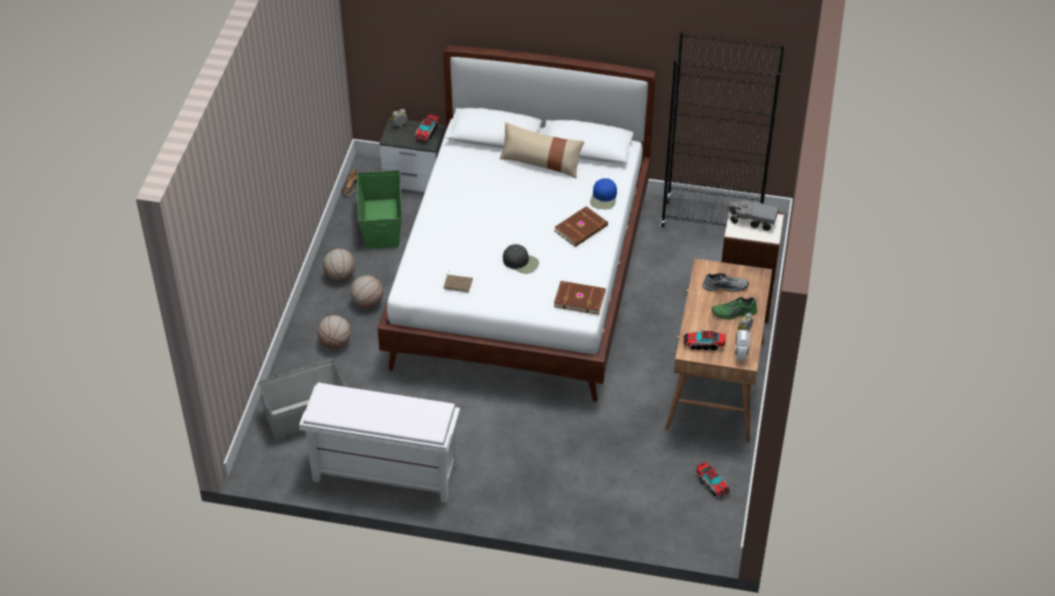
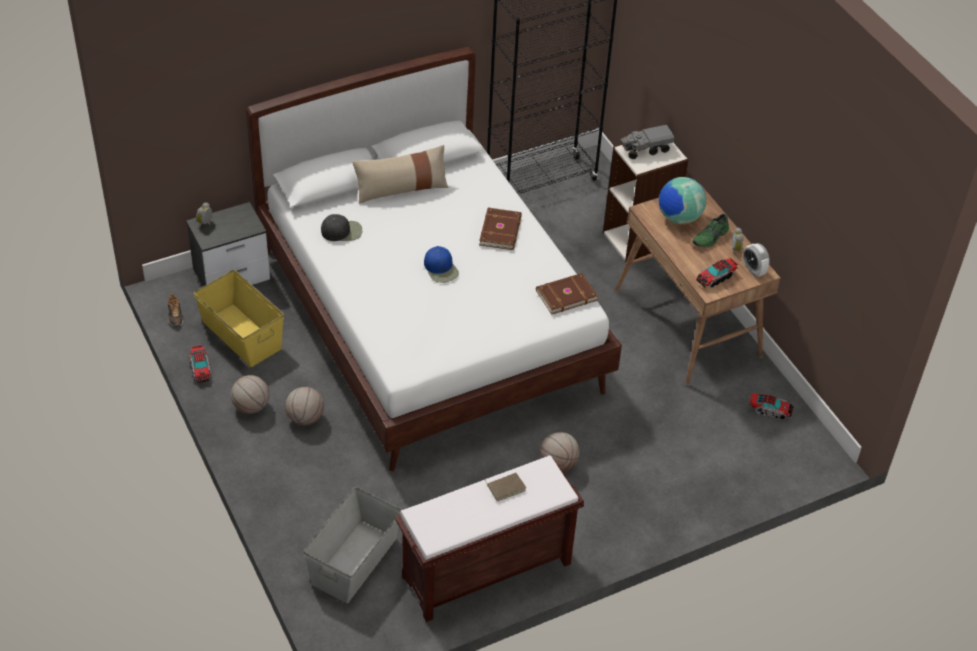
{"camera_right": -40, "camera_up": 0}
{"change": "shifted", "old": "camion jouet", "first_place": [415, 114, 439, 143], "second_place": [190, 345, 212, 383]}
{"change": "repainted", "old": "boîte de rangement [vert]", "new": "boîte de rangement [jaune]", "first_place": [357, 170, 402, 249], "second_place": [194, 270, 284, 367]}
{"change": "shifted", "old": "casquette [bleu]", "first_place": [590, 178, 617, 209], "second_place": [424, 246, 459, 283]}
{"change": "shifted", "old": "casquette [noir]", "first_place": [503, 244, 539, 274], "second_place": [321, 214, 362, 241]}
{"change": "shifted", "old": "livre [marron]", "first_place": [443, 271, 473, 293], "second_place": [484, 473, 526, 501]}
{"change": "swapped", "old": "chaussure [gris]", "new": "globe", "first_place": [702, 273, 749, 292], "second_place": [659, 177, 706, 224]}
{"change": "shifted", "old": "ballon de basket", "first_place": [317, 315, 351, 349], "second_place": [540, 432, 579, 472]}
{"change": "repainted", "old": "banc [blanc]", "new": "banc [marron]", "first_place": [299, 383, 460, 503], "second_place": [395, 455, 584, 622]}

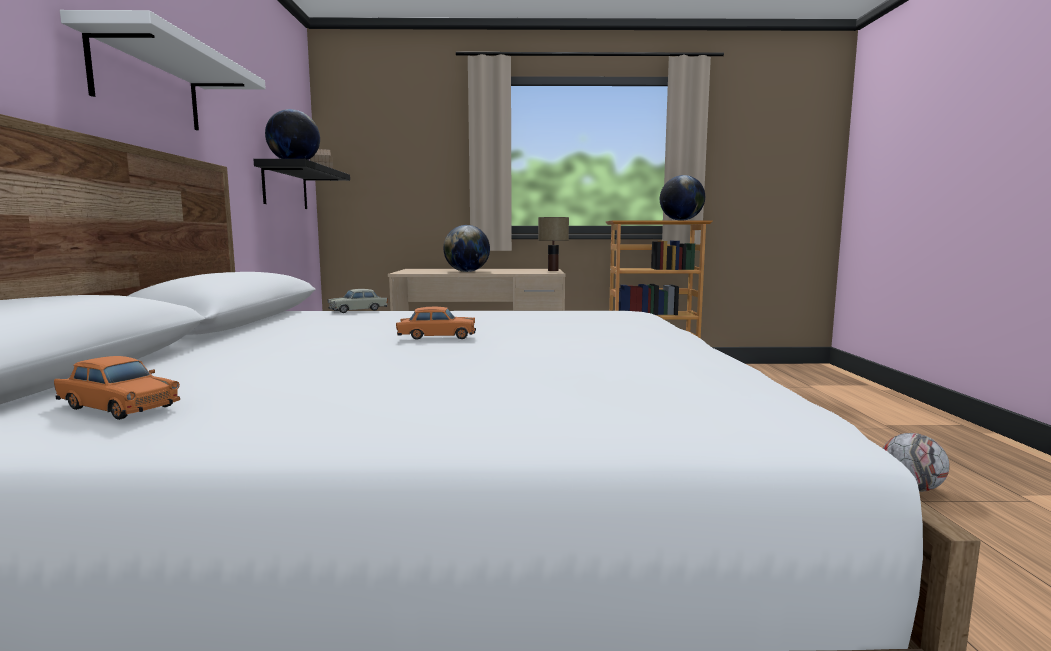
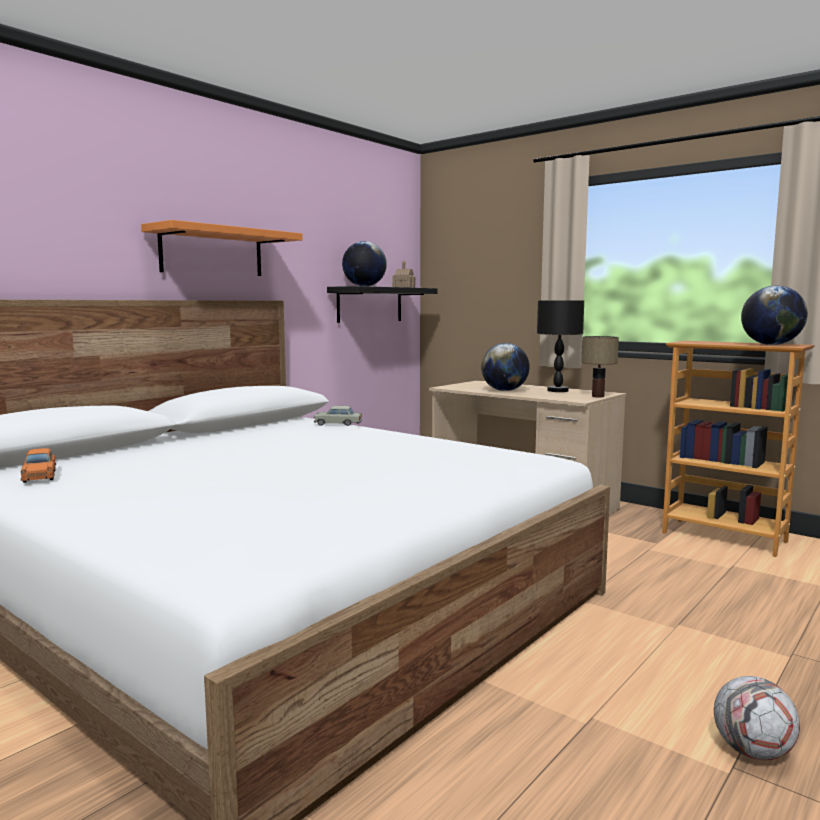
{"camera_right": 40, "camera_up": 0}
{"change": "repainted", "old": "étagère [blanc]", "new": "étagère [orange]", "first_place": [60, 10, 266, 131], "second_place": [141, 220, 303, 276]}
{"change": "gone", "old": "petite voiture [orange]", "first_place": [396, 307, 476, 340]}
{"change": "new", "new": "lampe de table [noir]", "second_place": [537, 300, 584, 392]}

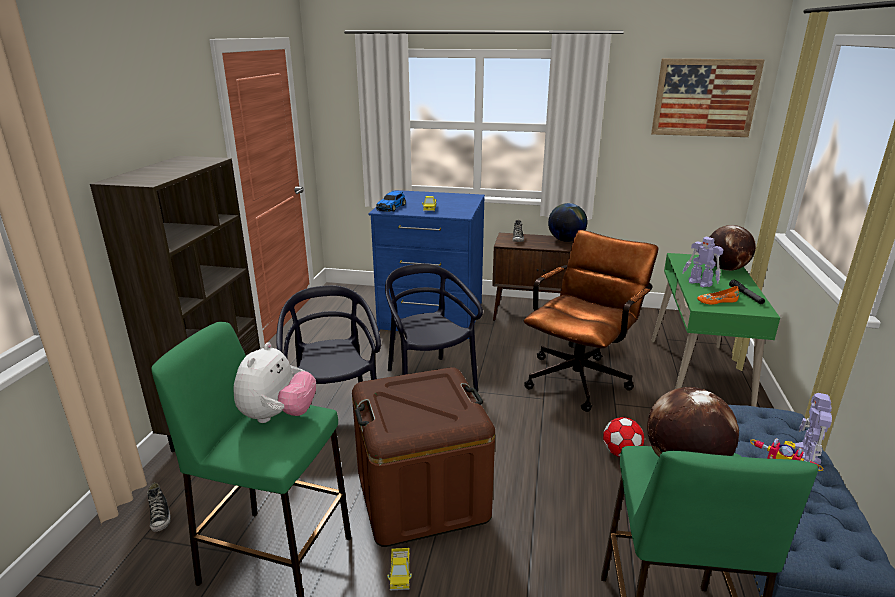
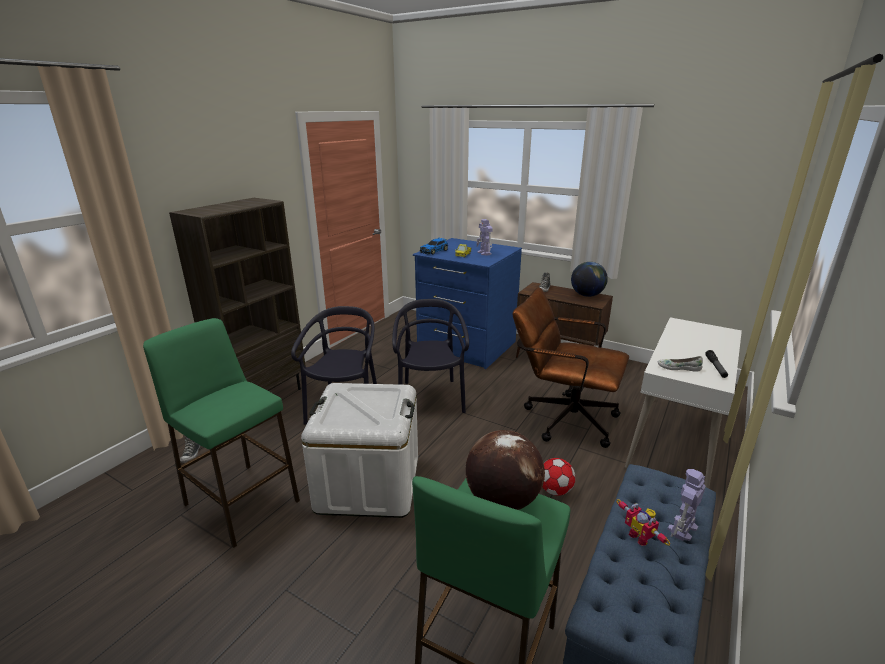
{"camera_right": 20, "camera_up": 0}
{"change": "gone", "old": "tableau", "first_place": [651, 59, 765, 137]}
{"change": "gone", "old": "globe", "first_place": [710, 225, 756, 271]}
{"change": "rotated", "old": "chaise de bureau [marron]", "first_place": [524, 230, 658, 412], "second_place": [512, 287, 629, 448], "degrees": -120}
{"change": "shifted", "old": "robot jouet", "first_place": [682, 237, 723, 287], "second_place": [477, 219, 493, 256]}
{"change": "repainted", "old": "bureau [vert]", "new": "bureau [blanc]", "first_place": [651, 253, 780, 407], "second_place": [625, 317, 742, 489]}
{"change": "repainted", "old": "chaussure [orange]", "new": "chaussure [blanc]", "first_place": [697, 286, 739, 305], "second_place": [658, 356, 703, 372]}
{"change": "gone", "old": "peluche", "first_place": [233, 343, 316, 423]}
{"change": "repainted", "old": "boîte de rangement [marron]", "new": "boîte de rangement [blanc]", "first_place": [352, 367, 495, 547], "second_place": [301, 383, 418, 518]}
{"change": "gone", "old": "camion jouet", "first_place": [387, 548, 412, 590]}

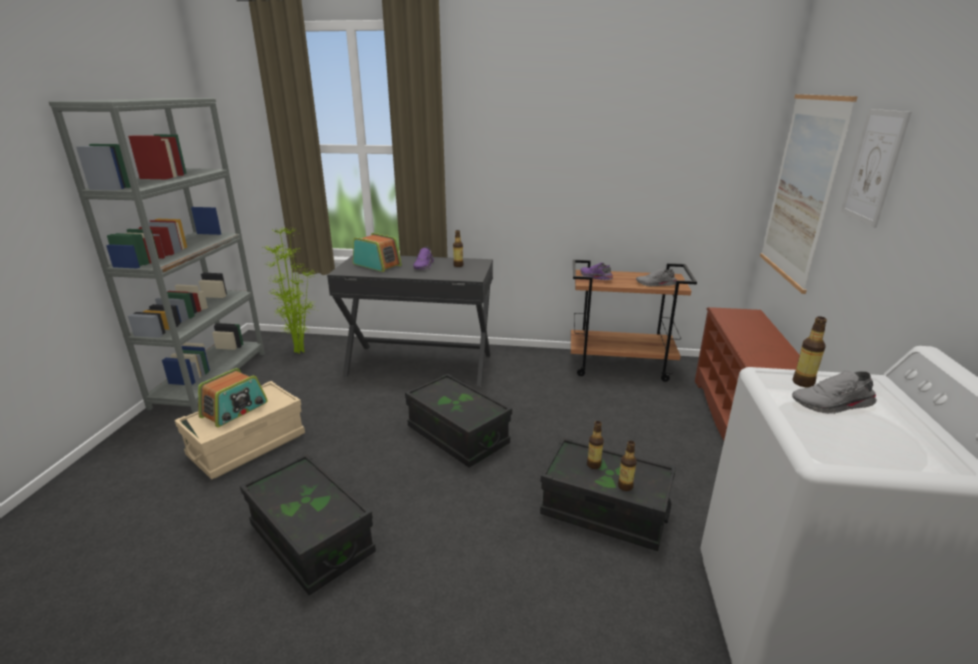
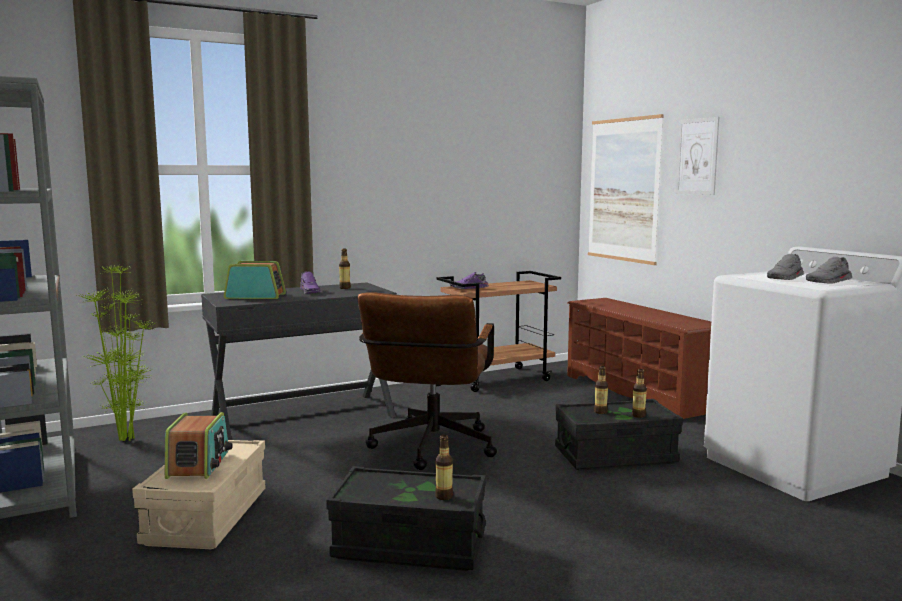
{"camera_right": -35, "camera_up": -15}
{"change": "shifted", "old": "chaussure [gris]", "first_place": [636, 268, 677, 287], "second_place": [806, 257, 852, 284]}
{"change": "shifted", "old": "bouteille", "first_place": [793, 316, 827, 387], "second_place": [435, 435, 453, 500]}
{"change": "swapped", "old": "boîte de rangement [noir]", "new": "chaise de bureau [marron]", "first_place": [405, 374, 512, 467], "second_place": [358, 292, 497, 470]}

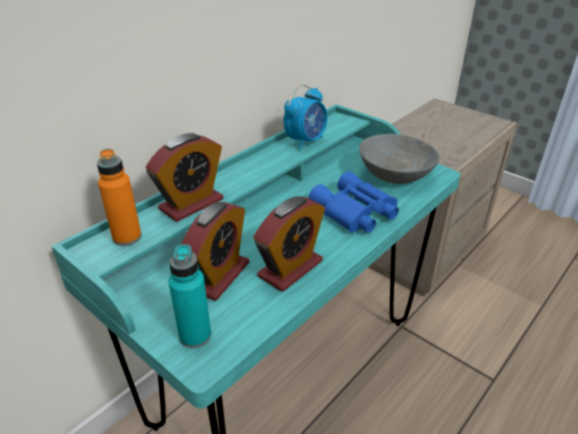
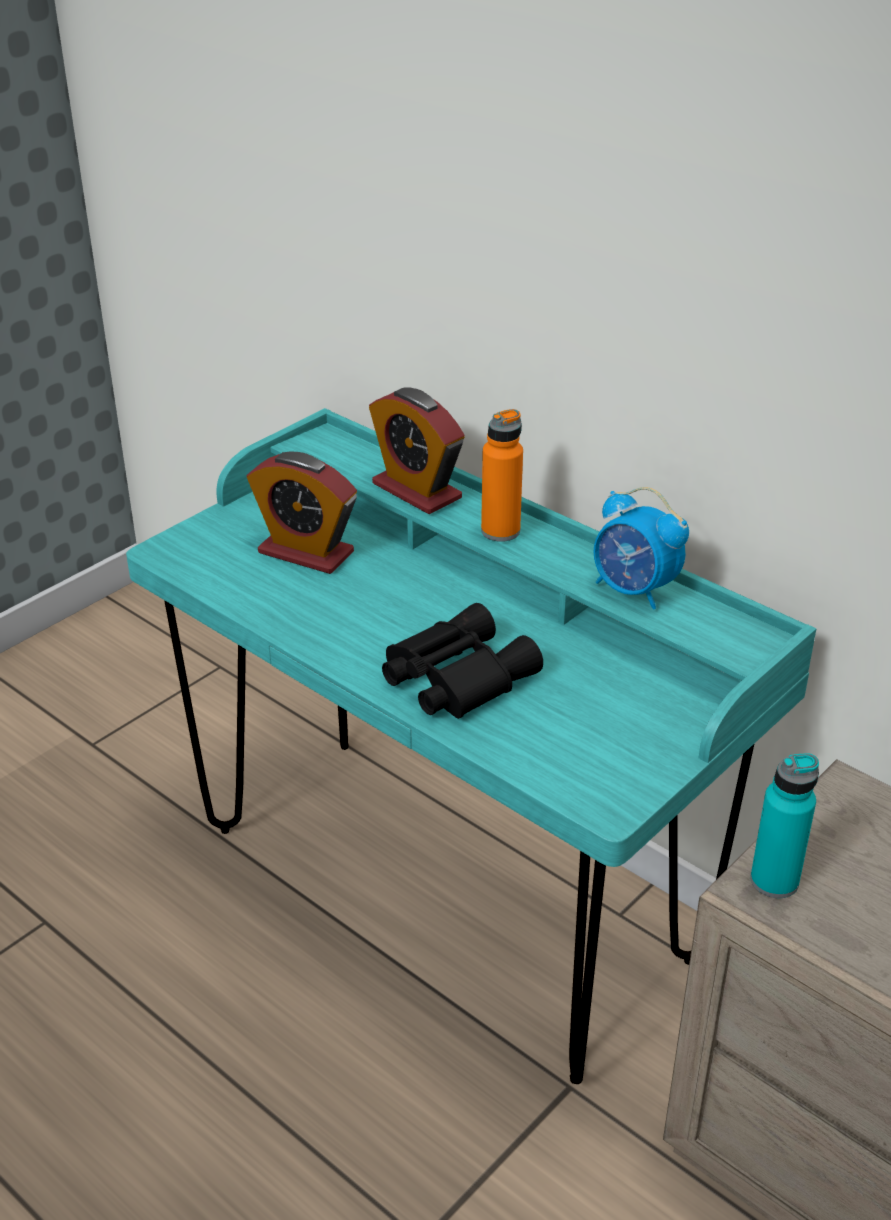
{"camera_right": 90, "camera_up": 0}
{"change": "gone", "old": "bol [gris]", "first_place": [359, 134, 439, 184]}
{"change": "shifted", "old": "bouteille [orange]", "first_place": [97, 149, 142, 246], "second_place": [481, 409, 523, 542]}
{"change": "repainted", "old": "jumelles [bleu]", "new": "jumelles [noir]", "first_place": [308, 171, 399, 233], "second_place": [382, 603, 543, 719]}
{"change": "gone", "old": "réveil", "first_place": [254, 196, 325, 292]}
{"change": "shifted", "old": "bouteille [turquoise]", "first_place": [169, 244, 211, 348], "second_place": [750, 753, 819, 898]}

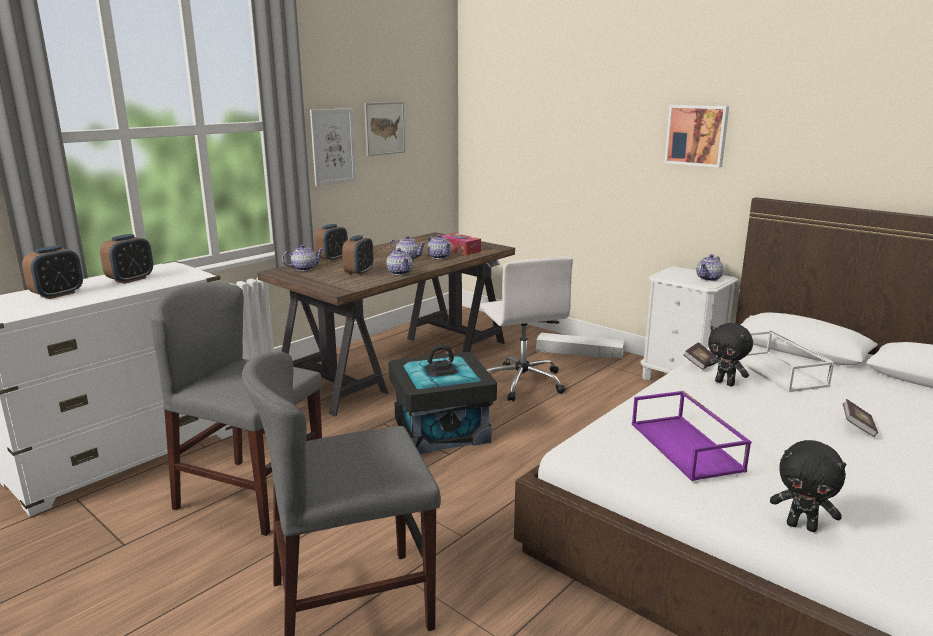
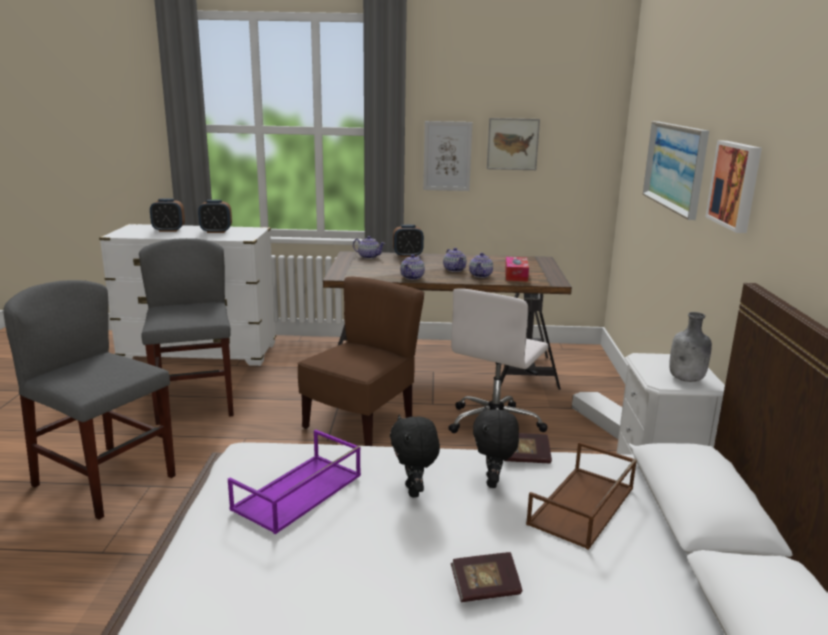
{"camera_right": 50, "camera_up": 0}
{"change": "gone", "old": "réveil", "first_place": [342, 235, 373, 276]}
{"change": "swapped", "old": "théière", "new": "bouteille [gris]", "first_place": [696, 254, 724, 281], "second_place": [669, 312, 712, 382]}
{"change": "repainted", "old": "plateau [blanc]", "new": "plateau [marron]", "first_place": [739, 331, 835, 392], "second_place": [526, 442, 637, 550]}
{"change": "swapped", "old": "boîte de rangement [noir]", "new": "chaise [marron]", "first_place": [388, 345, 497, 454], "second_place": [297, 277, 424, 446]}
{"change": "shifted", "old": "peluche [noir]", "first_place": [770, 440, 846, 532], "second_place": [390, 415, 440, 498]}
{"change": "new", "new": "tableau", "second_place": [643, 121, 709, 220]}

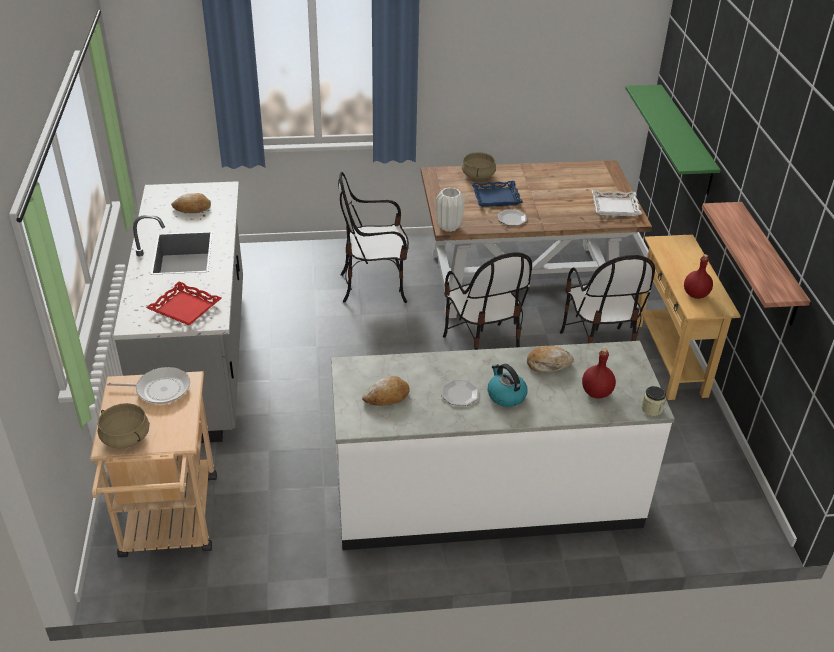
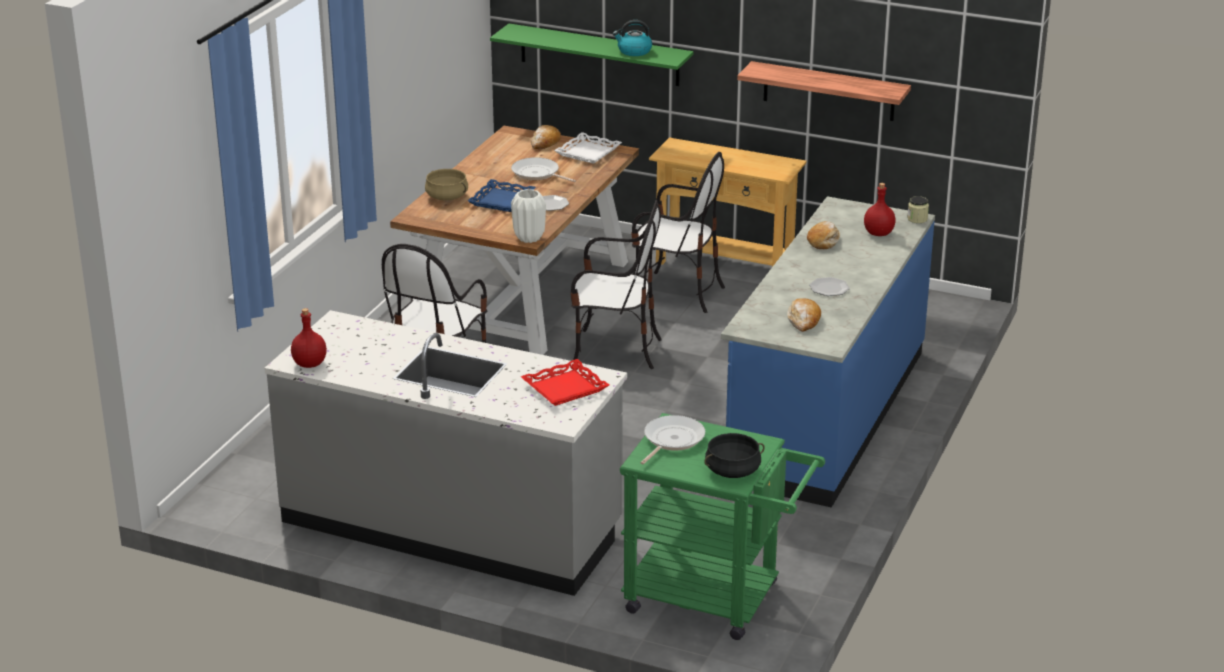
{"camera_right": -60, "camera_up": -10}
{"change": "shifted", "old": "pain", "first_place": [171, 193, 211, 213], "second_place": [530, 125, 561, 149]}
{"change": "shifted", "old": "bouteille [rouge]", "first_place": [684, 254, 713, 299], "second_place": [291, 308, 327, 368]}
{"change": "repainted", "old": "comptoir de cuisine [blanc]", "new": "comptoir de cuisine [bleu]", "first_place": [331, 341, 675, 550], "second_place": [721, 196, 935, 508]}
{"change": "shifted", "old": "bouilloire", "first_place": [488, 364, 528, 407], "second_place": [613, 20, 652, 56]}
{"change": "repainted", "old": "chariot [beige]", "new": "chariot [vert]", "first_place": [90, 371, 217, 557], "second_place": [620, 413, 825, 640]}
{"change": "repainted", "old": "marmite [beige]", "new": "marmite [noir]", "first_place": [98, 403, 150, 449], "second_place": [704, 433, 765, 478]}
{"change": "new", "new": "poêle", "second_place": [511, 157, 576, 182]}

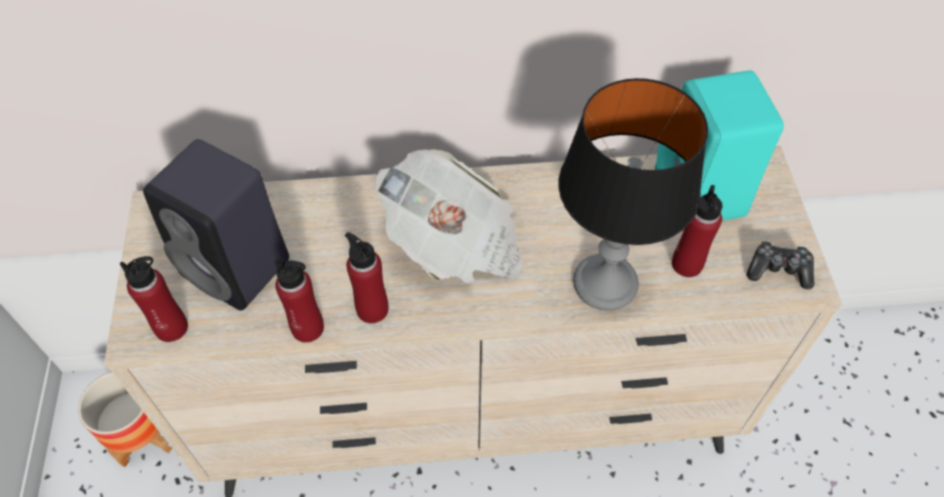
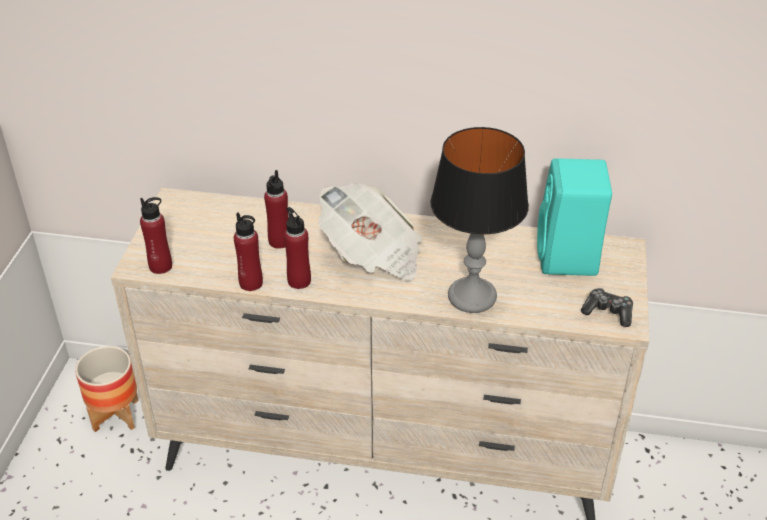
{"camera_right": 15, "camera_up": -15}
{"change": "gone", "old": "enceinte [noir]", "first_place": [143, 139, 289, 311]}
{"change": "shifted", "old": "bouteille [rouge]", "first_place": [672, 185, 722, 277], "second_place": [264, 170, 289, 249]}

